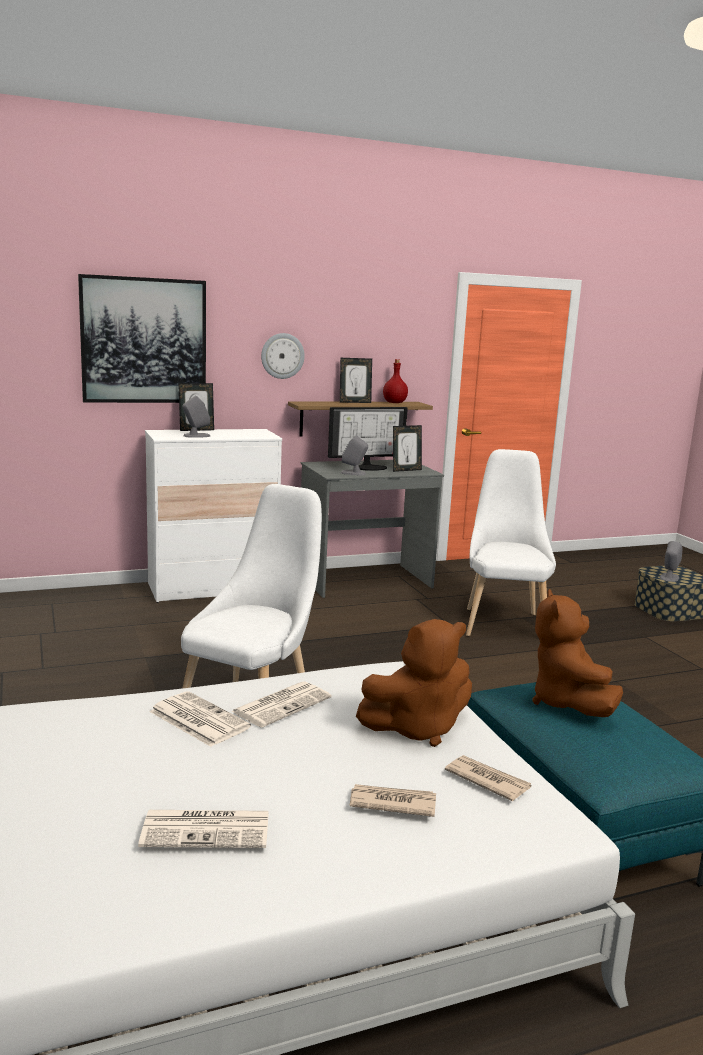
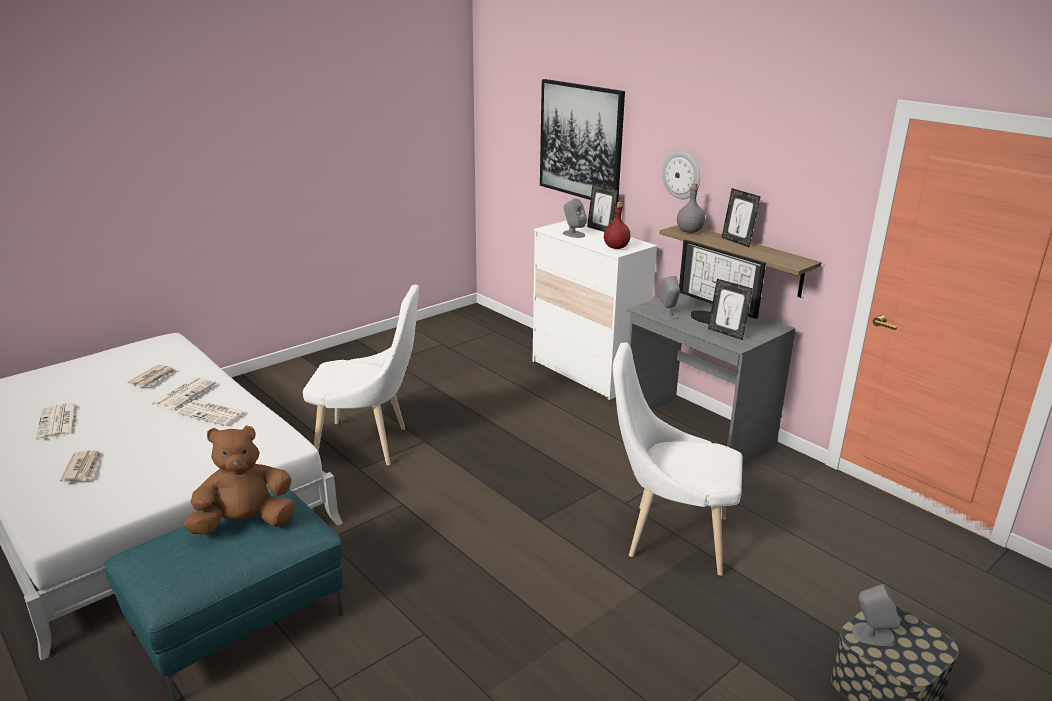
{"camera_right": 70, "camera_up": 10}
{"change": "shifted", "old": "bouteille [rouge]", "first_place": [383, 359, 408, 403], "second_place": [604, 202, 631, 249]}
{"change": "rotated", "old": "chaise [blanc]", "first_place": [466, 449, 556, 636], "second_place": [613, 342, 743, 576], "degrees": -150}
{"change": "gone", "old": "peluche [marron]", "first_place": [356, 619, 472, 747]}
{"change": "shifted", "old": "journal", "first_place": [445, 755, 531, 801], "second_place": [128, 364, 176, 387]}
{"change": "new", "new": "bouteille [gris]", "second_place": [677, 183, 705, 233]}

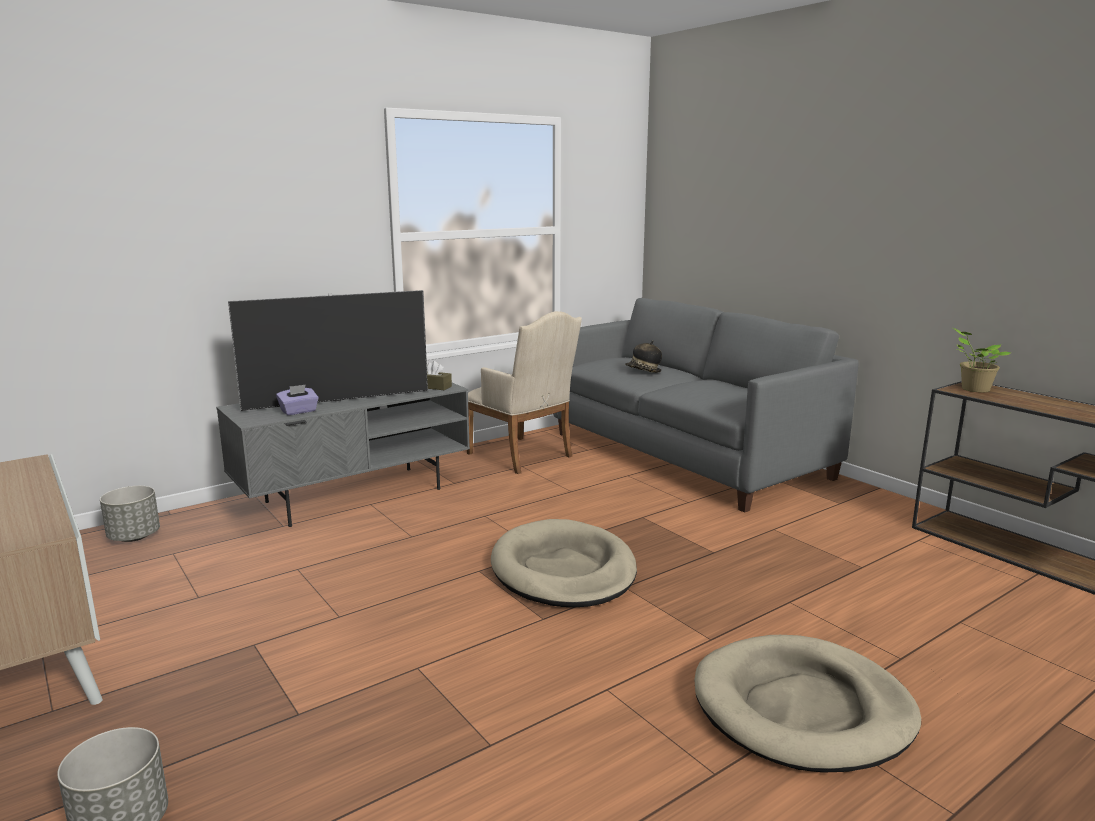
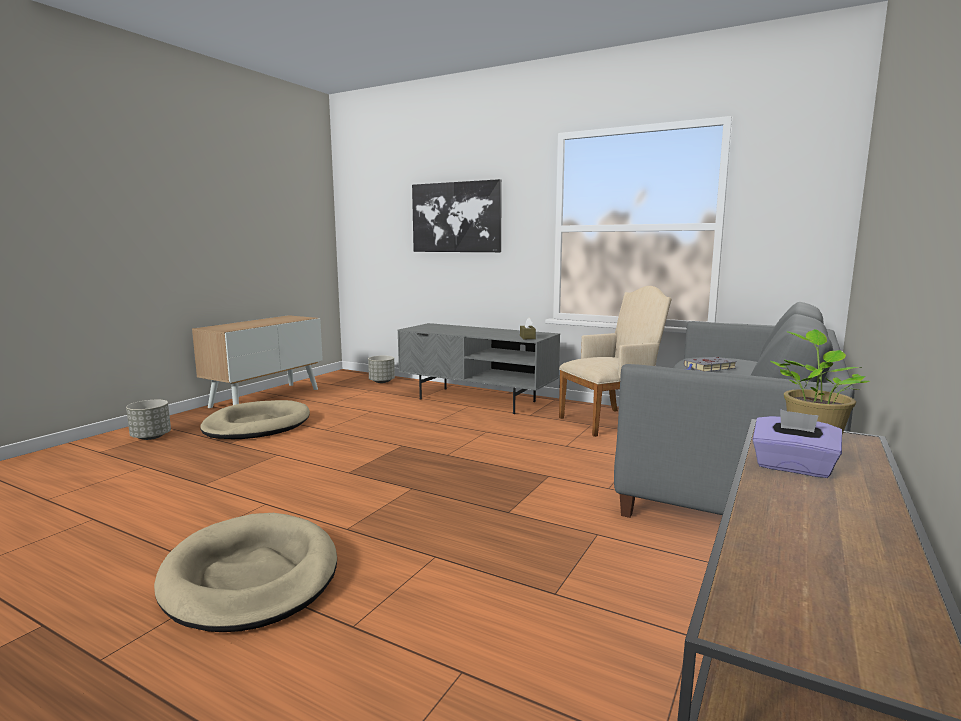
{"camera_right": 65, "camera_up": -5}
{"change": "gone", "old": "téléviseur", "first_place": [228, 290, 428, 411]}
{"change": "rotated", "old": "fauteuil [beige]", "first_place": [467, 311, 582, 474], "second_place": [559, 286, 672, 437], "degrees": -135}
{"change": "swapped", "old": "chapeau", "new": "livre [gris]", "first_place": [625, 340, 662, 373], "second_place": [683, 357, 737, 372]}
{"change": "shifted", "old": "boîte à mouchoirs [violet]", "first_place": [276, 384, 319, 415], "second_place": [752, 409, 842, 478]}
{"change": "shifted", "old": "panier pour chien [beige]", "first_place": [491, 519, 637, 607], "second_place": [200, 400, 310, 439]}
{"change": "new", "new": "tableau", "second_place": [412, 179, 502, 252]}

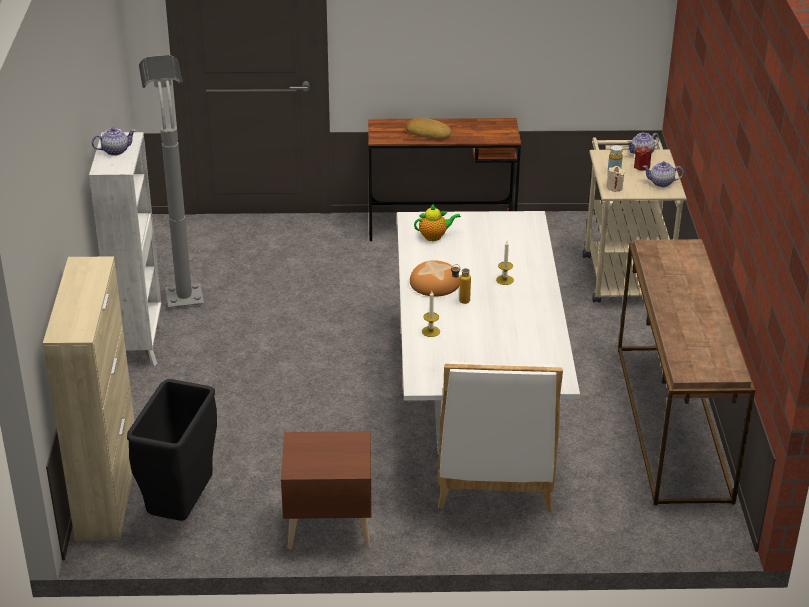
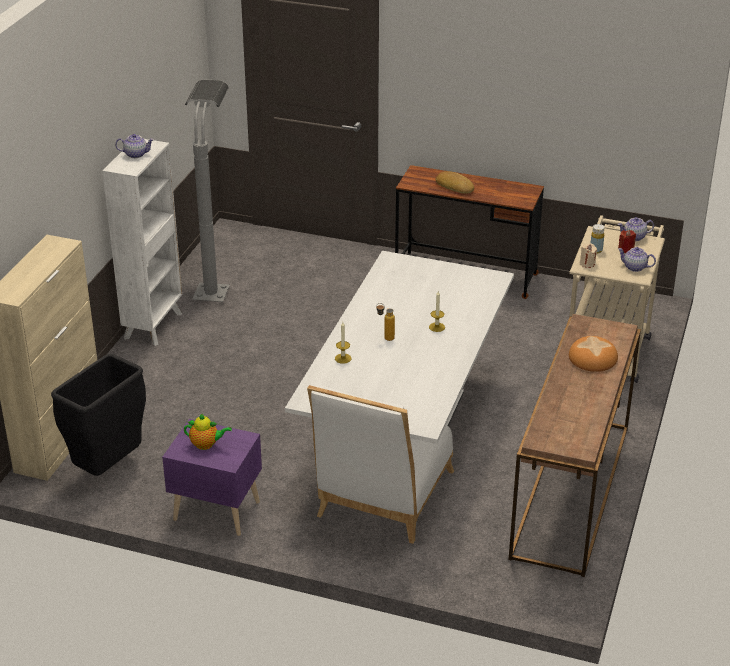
{"camera_right": 20, "camera_up": 0}
{"change": "shifted", "old": "théière", "first_place": [414, 204, 461, 241], "second_place": [184, 414, 232, 450]}
{"change": "shifted", "old": "pain", "first_place": [410, 260, 460, 297], "second_place": [569, 336, 618, 372]}
{"change": "repainted", "old": "table de chevet [marron]", "new": "table de chevet [violet]", "first_place": [281, 431, 371, 549], "second_place": [162, 419, 262, 536]}

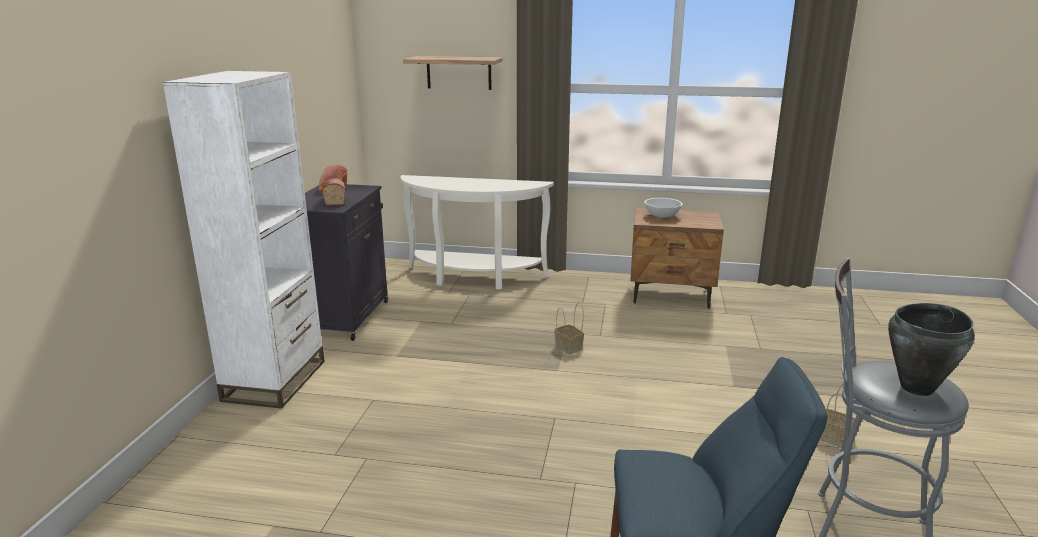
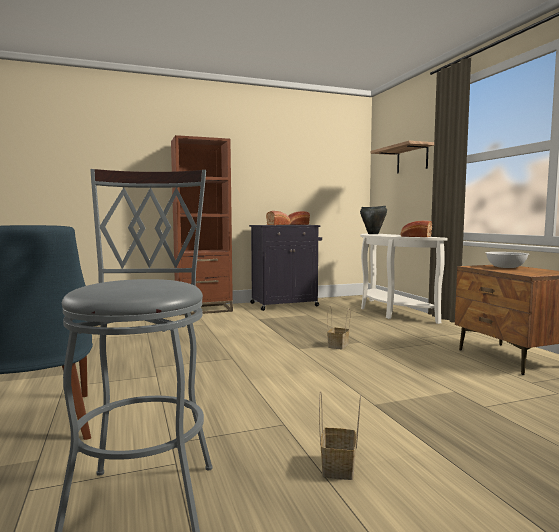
{"camera_right": 60, "camera_up": -15}
{"change": "repainted", "old": "bibliothèque [blanc]", "new": "bibliothèque [marron]", "first_place": [162, 71, 325, 409], "second_place": [171, 135, 233, 315]}
{"change": "shifted", "old": "marmite [noir]", "first_place": [888, 303, 975, 396], "second_place": [360, 206, 387, 234]}
{"change": "new", "new": "pain", "second_place": [401, 220, 432, 237]}

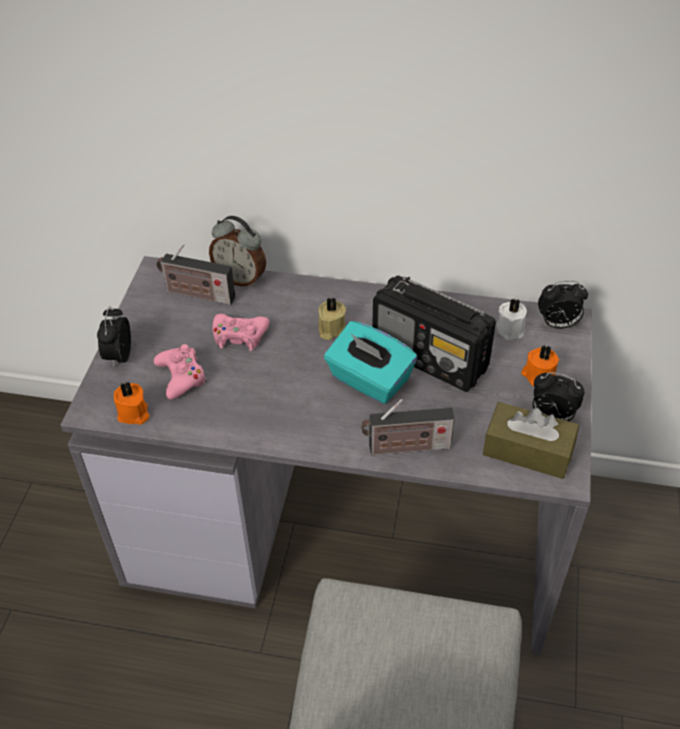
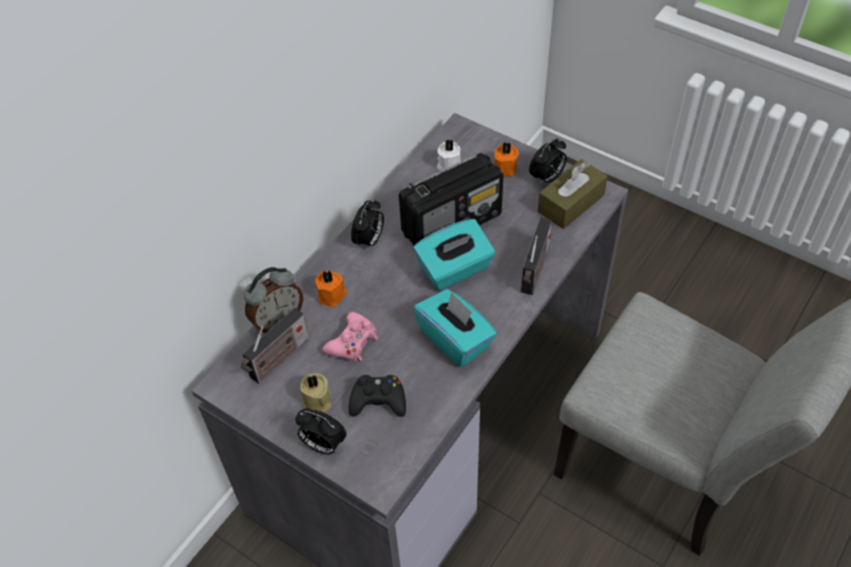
{"camera_right": -65, "camera_up": 5}
{"change": "shifted", "old": "réveil", "first_place": [538, 281, 588, 329], "second_place": [351, 199, 384, 250]}
{"change": "shifted", "old": "bougie [beige]", "first_place": [318, 297, 346, 340], "second_place": [300, 373, 331, 413]}
{"change": "repainted", "old": "manette [rose]", "new": "manette [noir]", "first_place": [154, 344, 207, 399], "second_place": [349, 375, 406, 417]}
{"change": "shifted", "old": "bougie [orange]", "first_place": [114, 382, 149, 425], "second_place": [315, 270, 347, 307]}
{"change": "new", "new": "boîte à mouchoirs [turquoise]", "second_place": [414, 289, 497, 367]}

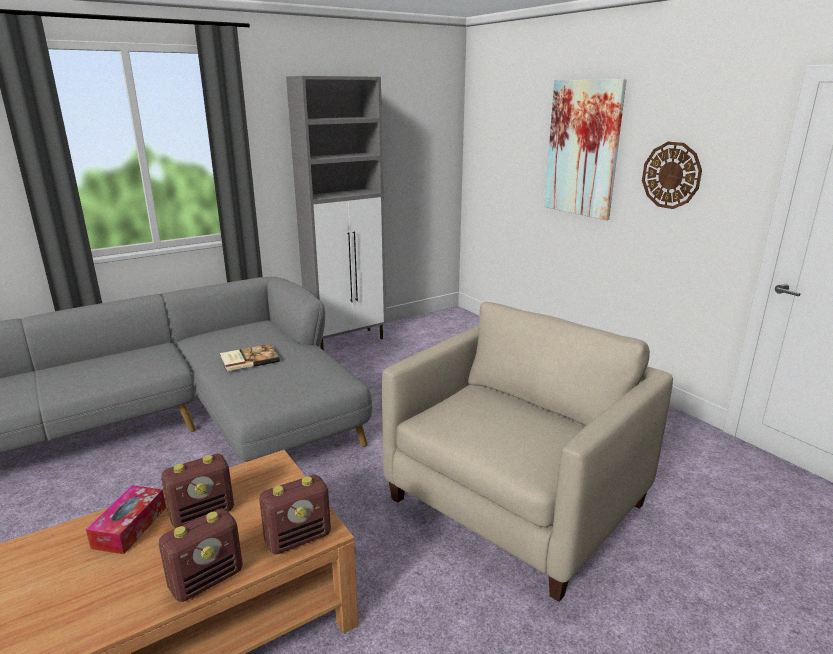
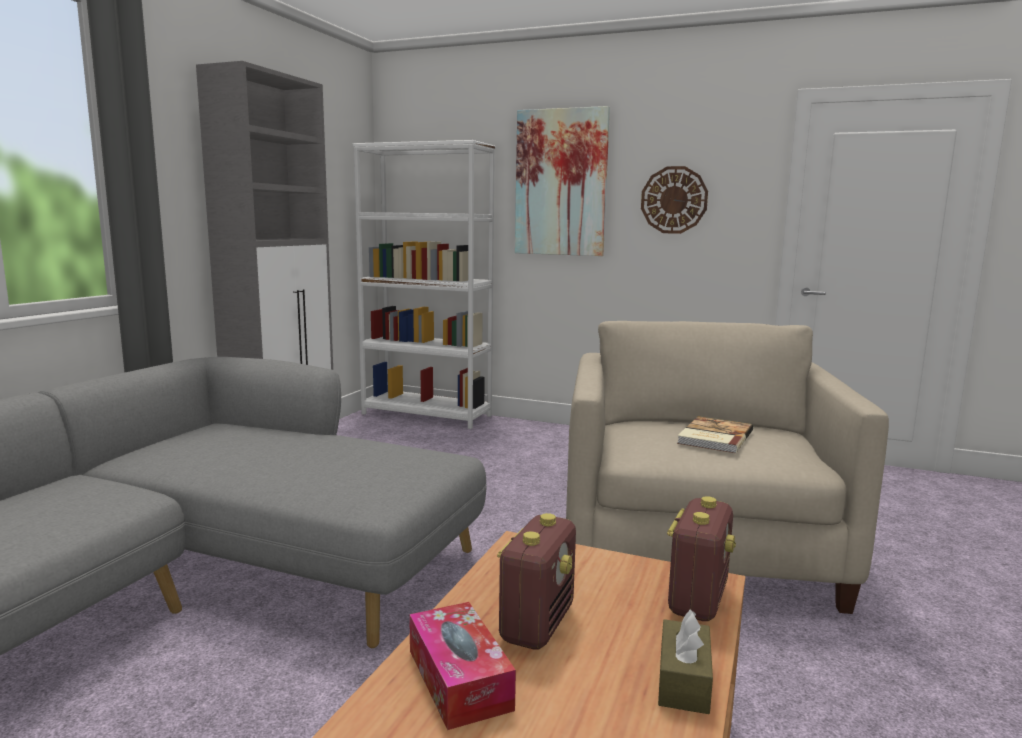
{"camera_right": -35, "camera_up": -10}
{"change": "shifted", "old": "livre", "first_place": [220, 344, 280, 372], "second_place": [677, 416, 753, 453]}
{"change": "swapped", "old": "radio", "new": "boîte à mouchoirs [marron]", "first_place": [159, 508, 243, 602], "second_place": [658, 610, 713, 714]}
{"change": "new", "new": "bibliothèque [blanc]", "second_place": [353, 140, 495, 429]}

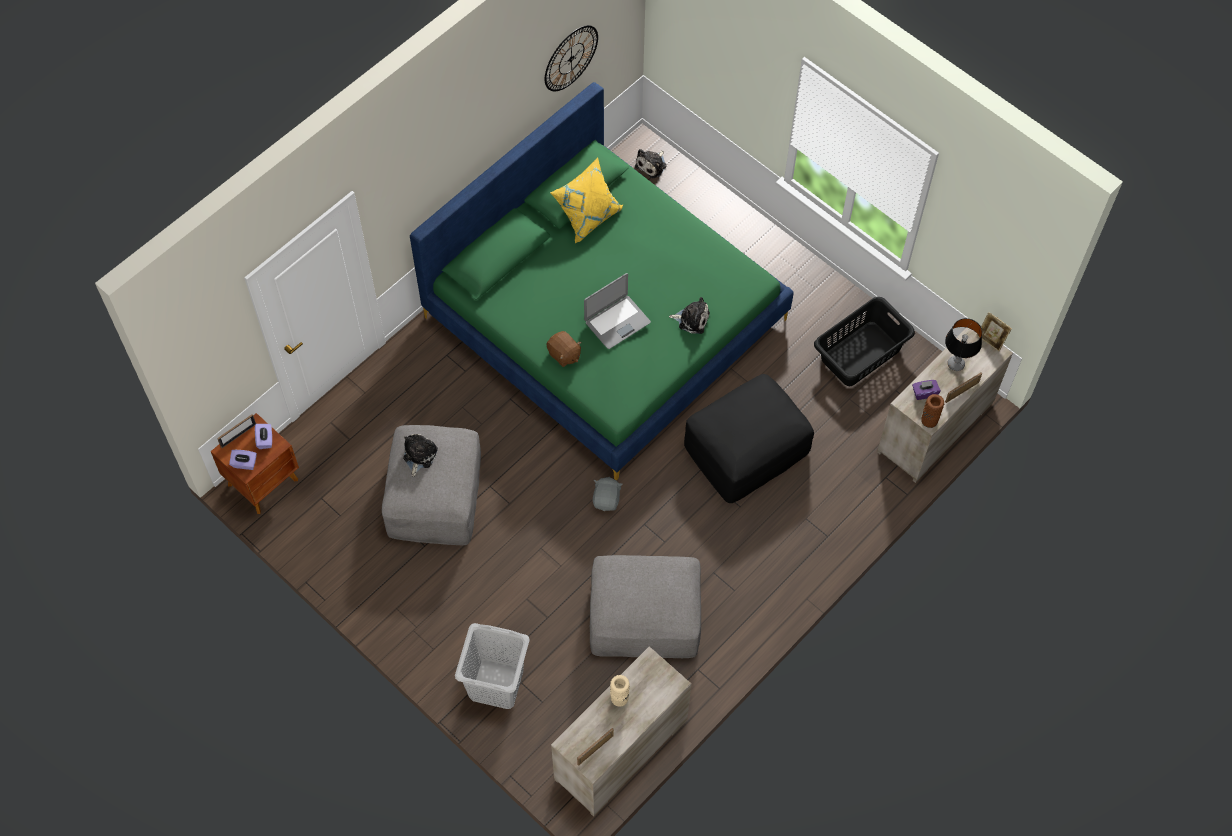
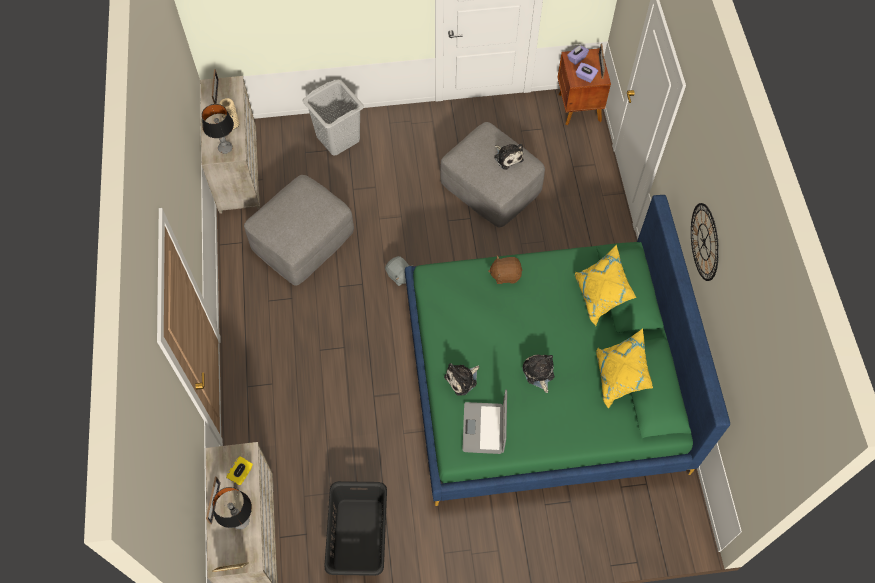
{"camera_right": 130, "camera_up": 0}
{"change": "shifted", "old": "horloge murale", "first_place": [545, 25, 598, 91], "second_place": [691, 203, 719, 281]}
{"change": "shifted", "old": "peluche", "first_place": [635, 149, 666, 178], "second_place": [522, 355, 554, 393]}
{"change": "shifted", "old": "ordinateur portable", "first_place": [584, 273, 651, 349], "second_place": [462, 389, 507, 454]}
{"change": "gone", "old": "pouf [noir]", "first_place": [684, 374, 814, 503]}
{"change": "repainted", "old": "boîte à mouchoirs [violet]", "new": "boîte à mouchoirs [jaune]", "first_place": [912, 380, 941, 400], "second_place": [226, 456, 253, 485]}
{"change": "gone", "old": "vase [marron]", "first_place": [921, 394, 944, 428]}
{"change": "new", "new": "lampe de table", "second_place": [202, 104, 234, 154]}
{"change": "new", "new": "coussin [jaune]", "second_place": [575, 244, 636, 326]}

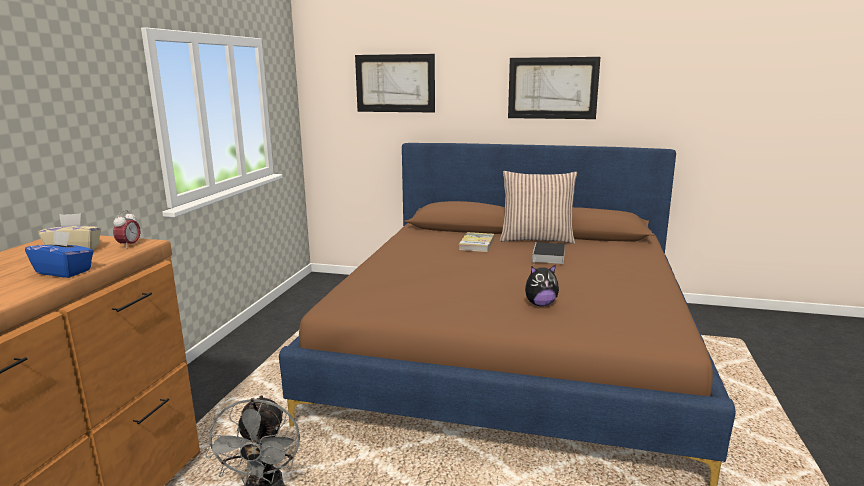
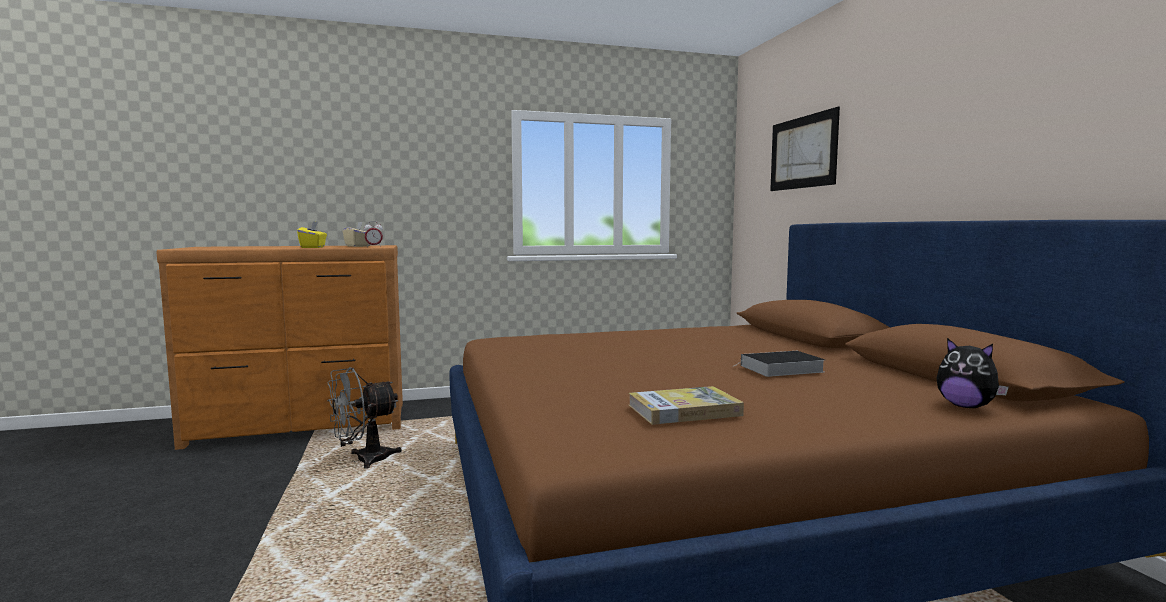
{"camera_right": 60, "camera_up": -10}
{"change": "gone", "old": "tableau", "first_place": [508, 57, 600, 119]}
{"change": "gone", "old": "coussin", "first_place": [500, 171, 577, 244]}
{"change": "repainted", "old": "boîte à mouchoirs [bleu]", "new": "boîte à mouchoirs [jaune]", "first_place": [25, 230, 94, 278], "second_place": [297, 221, 327, 248]}
{"change": "shifted", "old": "livre", "first_place": [459, 232, 494, 252], "second_place": [629, 386, 744, 425]}
{"change": "shifted", "old": "peluche", "first_place": [525, 265, 559, 306], "second_place": [936, 338, 1009, 408]}

